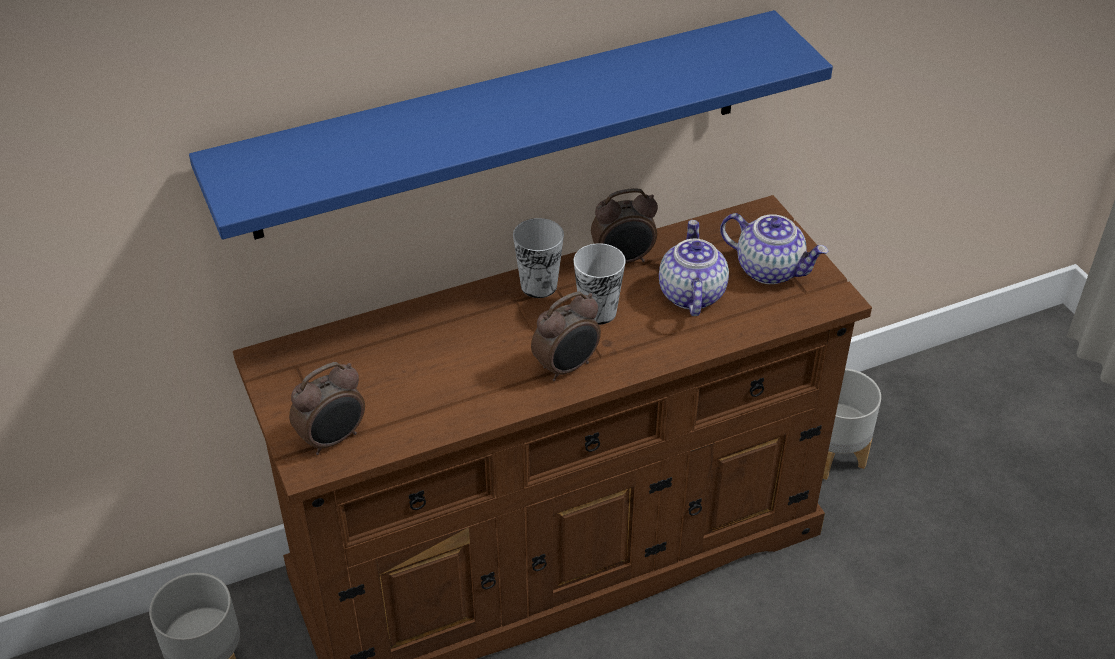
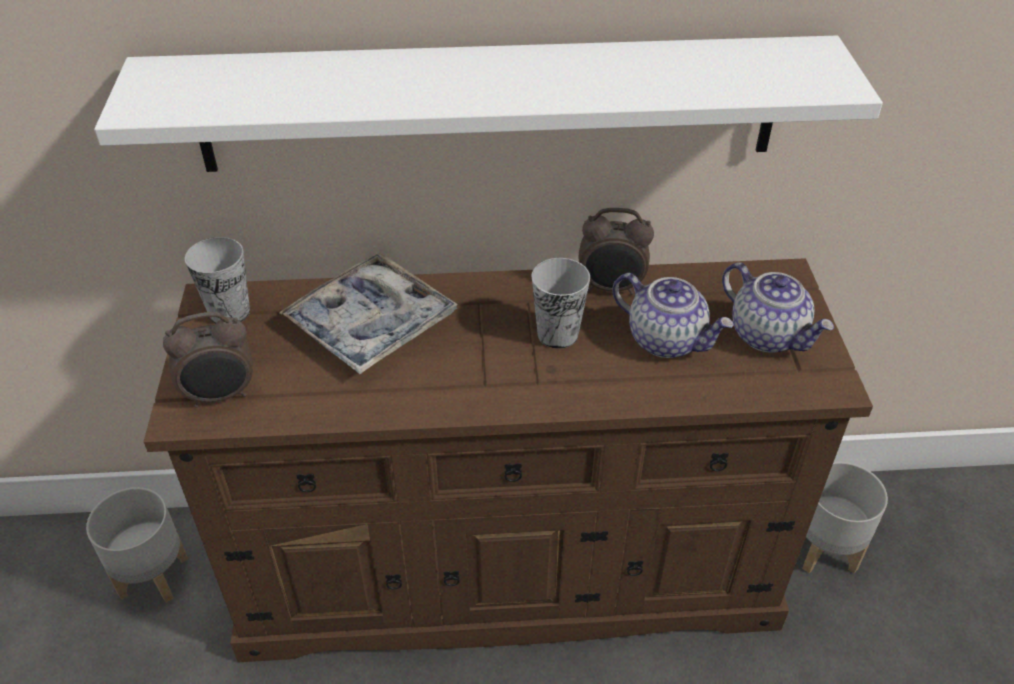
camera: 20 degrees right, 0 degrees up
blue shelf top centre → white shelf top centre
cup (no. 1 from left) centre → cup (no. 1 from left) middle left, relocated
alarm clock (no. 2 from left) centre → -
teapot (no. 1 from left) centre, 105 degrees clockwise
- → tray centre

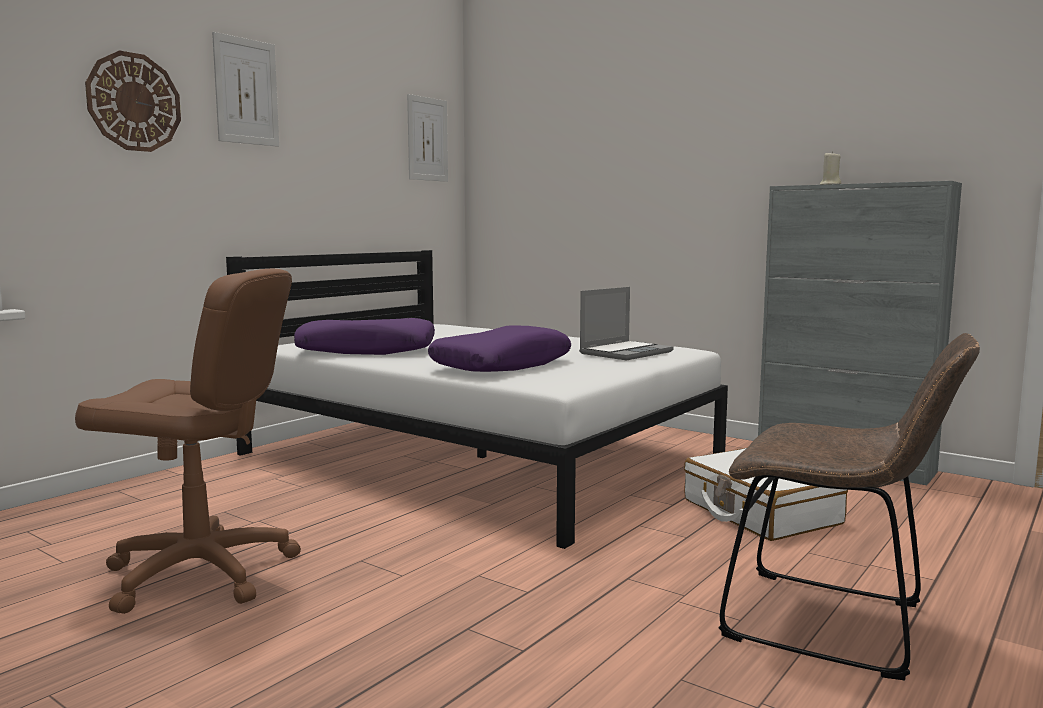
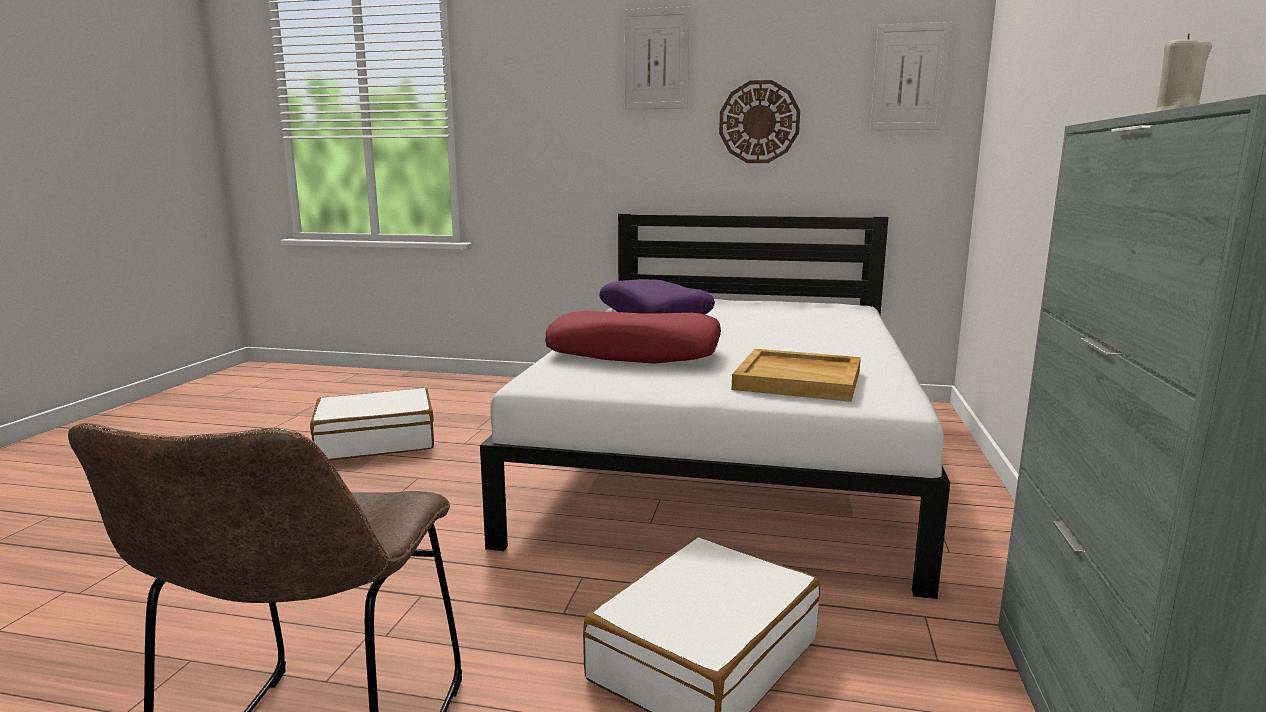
camera: 65 degrees right, 5 degrees up
brown office chair middle left → white suitcase (no. 1 from left) middle left
wall clock top left → wall clock top centre, relocated
purple pillow (no. 2 from left) centre → red pillow centre
laptop centre → beige tray centre

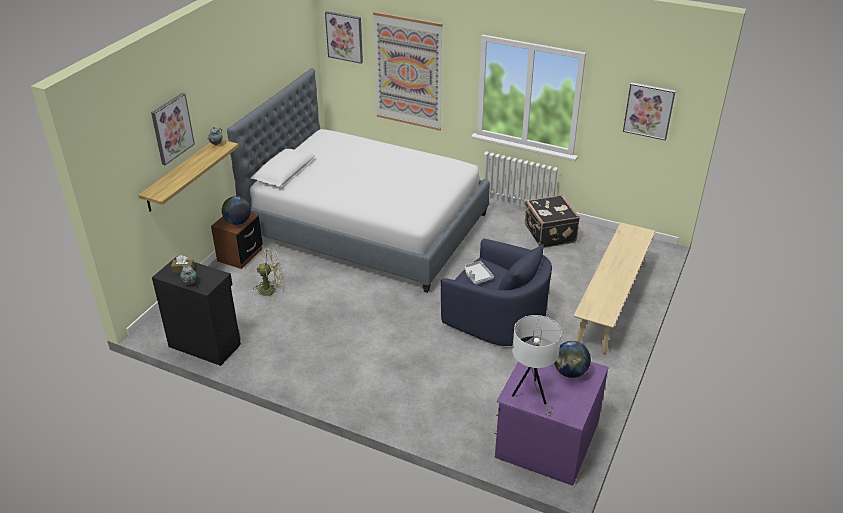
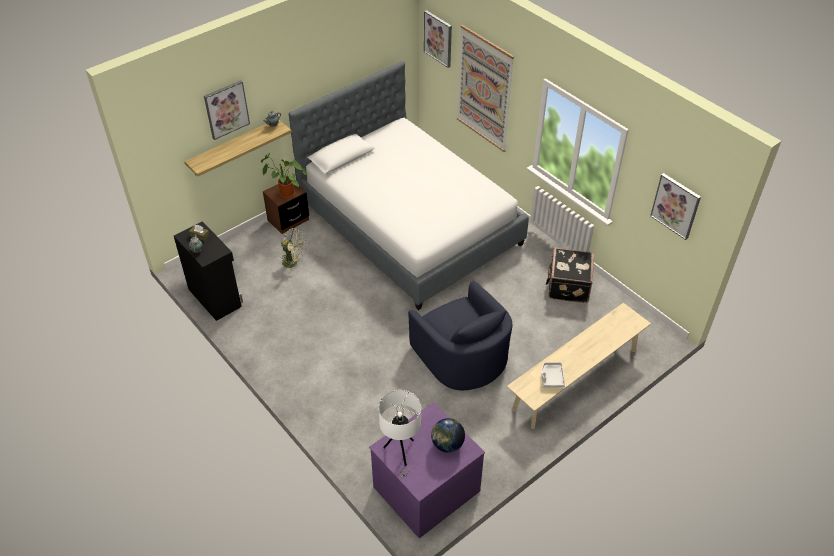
camera: 25 degrees right, 10 degrees up
globe (no. 1 from left) middle left → potted plant top centre
grey tray centre → grey tray bottom centre, relocated

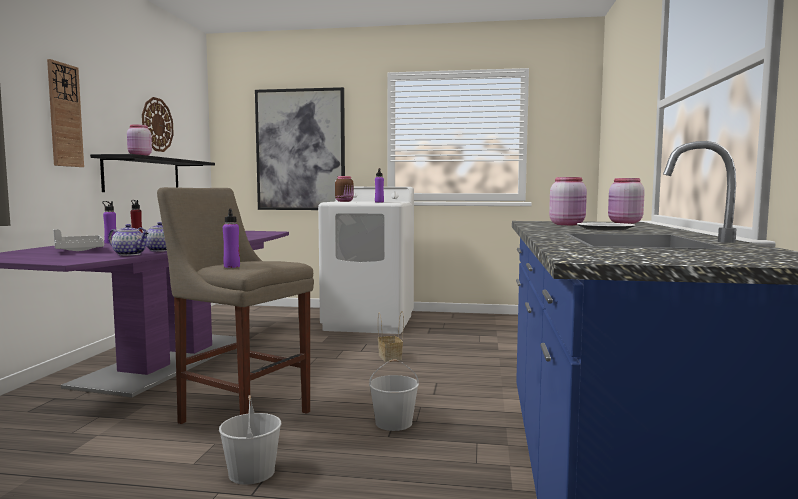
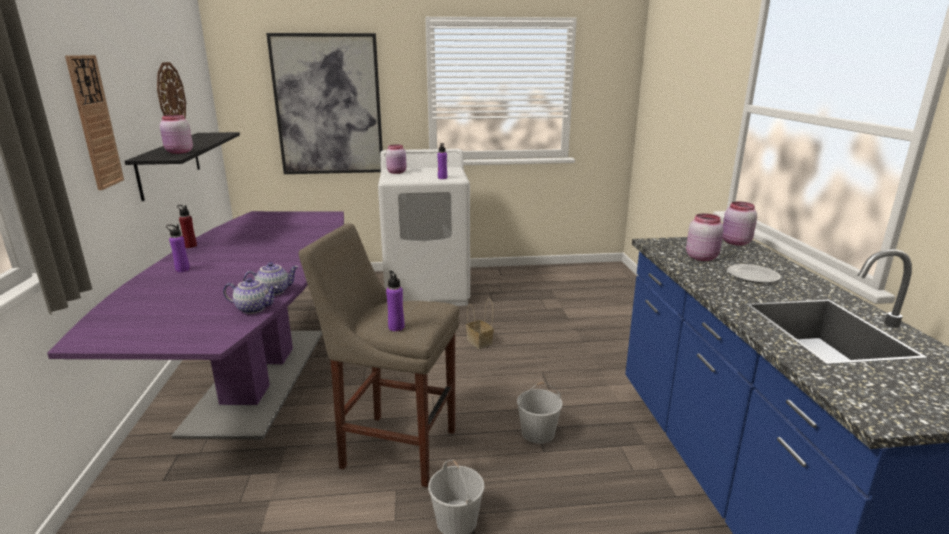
camera: 15 degrees left, 15 degrees up
grey tray middle left → -
brown jar centre → pink jar (no. 2 from left) top centre

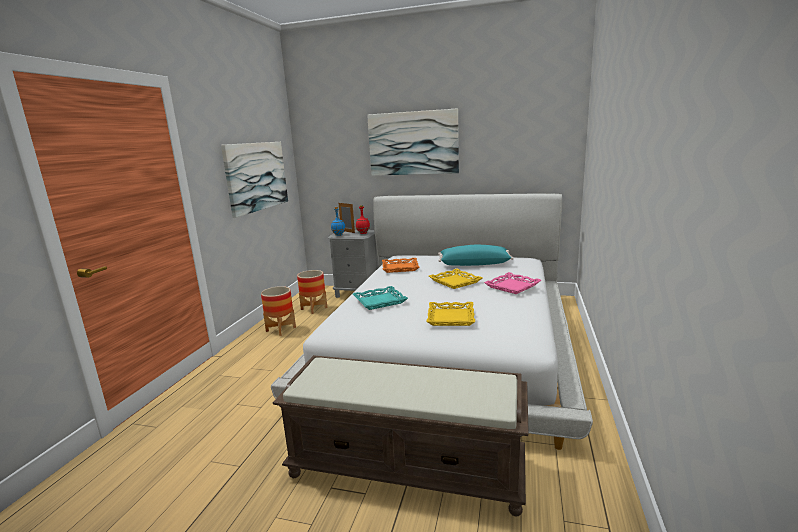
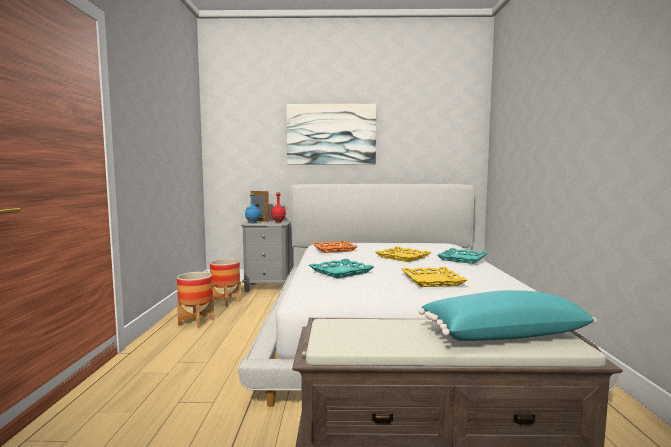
camera: 15 degrees left, 10 degrees down
picture (no. 1 from left) middle left → -
turquoise pillow centre → turquoise pillow bottom right, relocated
pink tray centre → turquoise tray (no. 2 from left) middle right

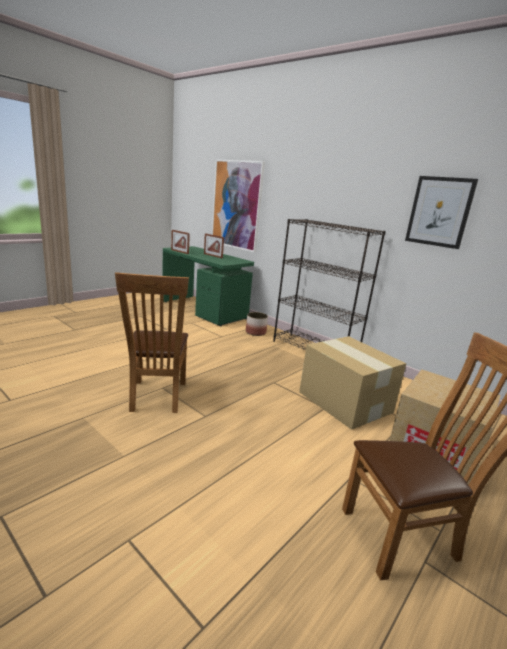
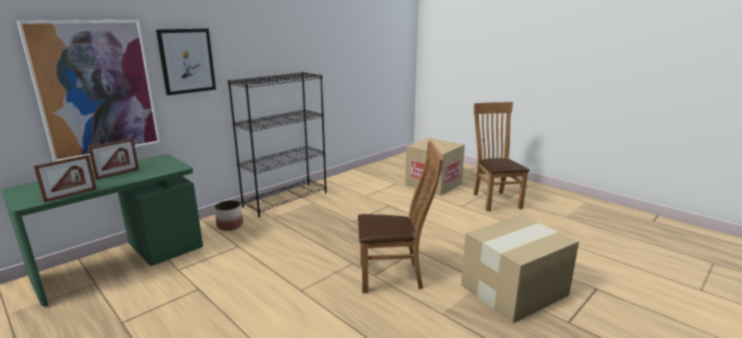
camera: 85 degrees left, 0 degrees up
cardboard box (no. 1 from left in the first image) middle right → cardboard box (no. 2 from left) bottom right, relocated
picture (no. 2 from left) top right → picture (no. 2 from left) top left, relocated

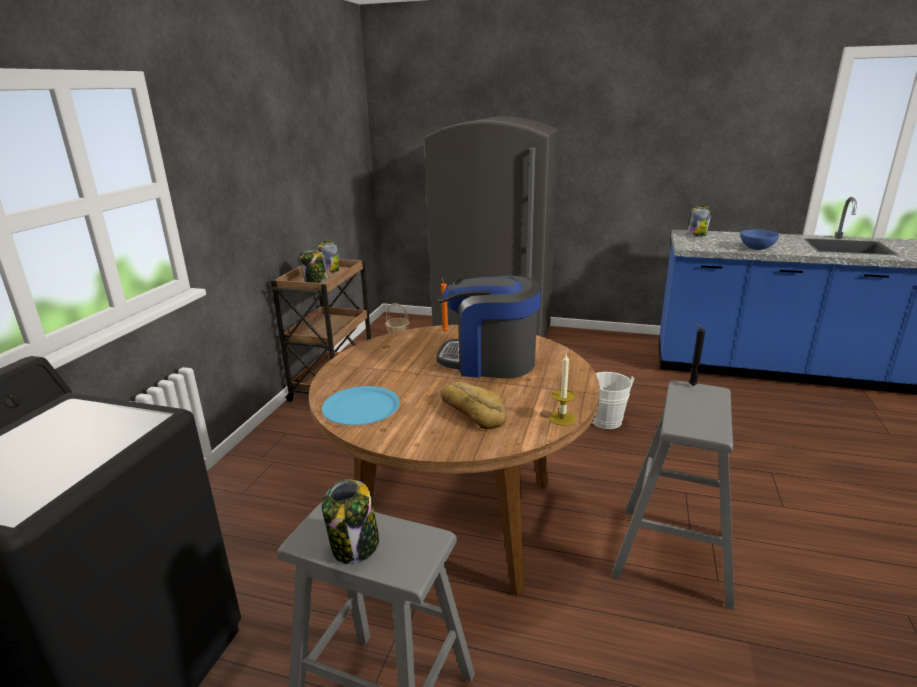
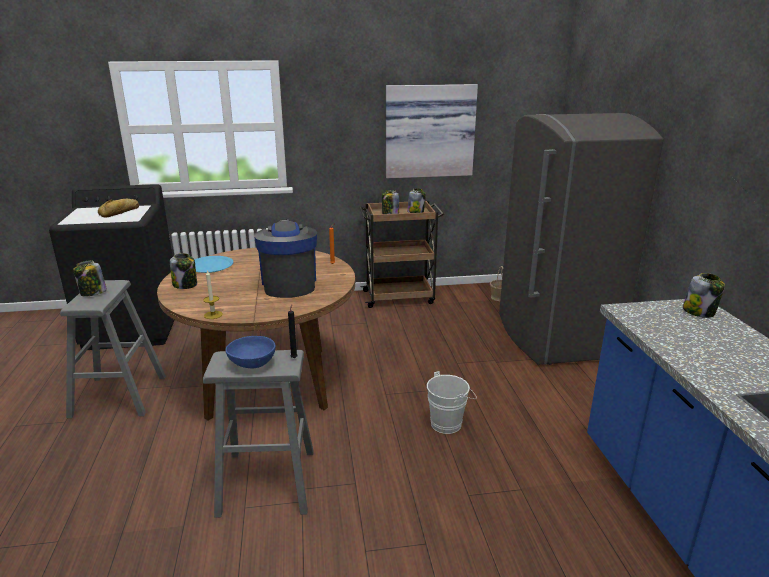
camera: 65 degrees right, 0 degrees up
bread centre → bread middle left, relocated
blue bowl middle right → blue bowl middle left, relocated
- → jar (no. 2 from left) middle left
- → picture top centre

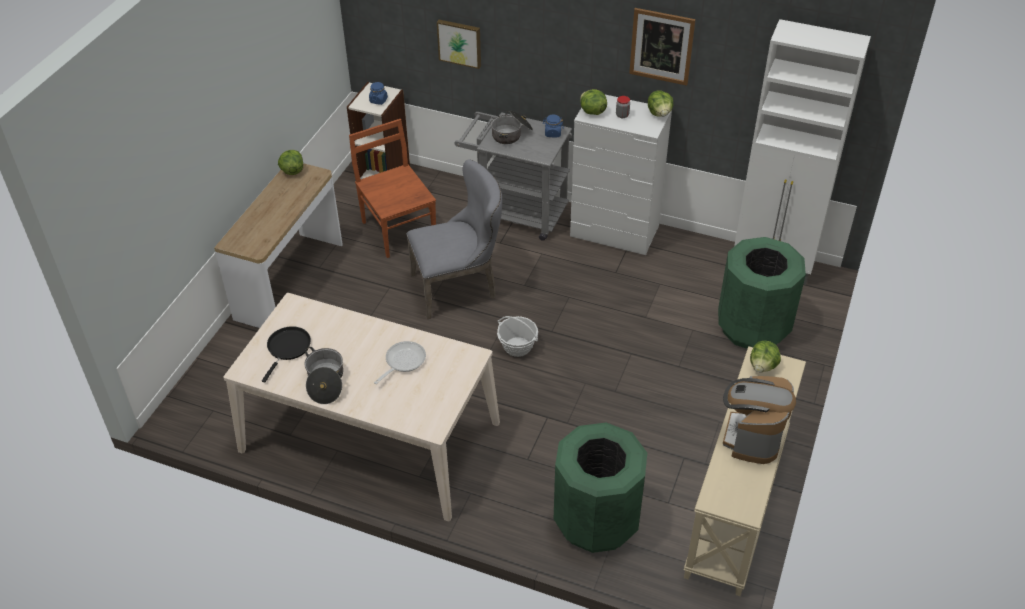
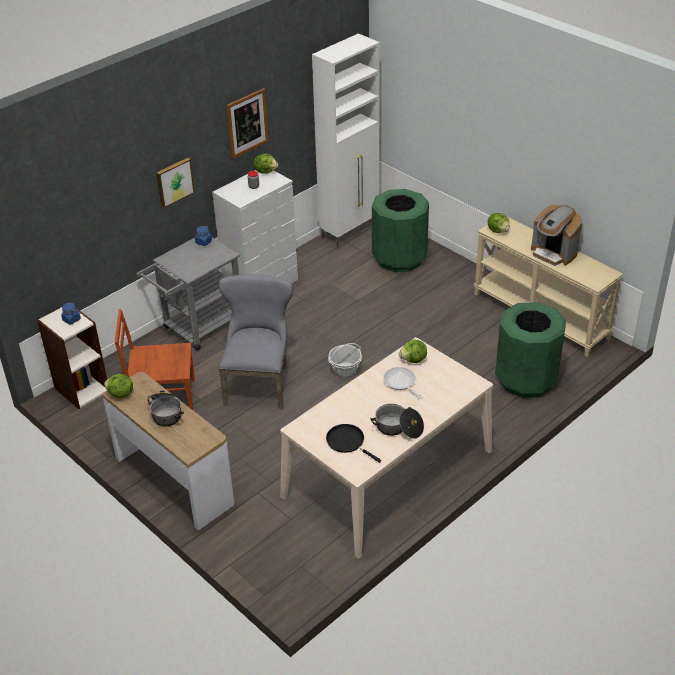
camera: 65 degrees left, 5 degrees down
picture (no. 1 from left) top centre → picture (no. 1 from left) top left, relocated
cooking pot (no. 2 from left in the first image) top centre → cooking pot (no. 1 from left) middle left, relocated
lettuce (no. 2 from left in the first image) top centre → lettuce (no. 3 from left) centre, relocated

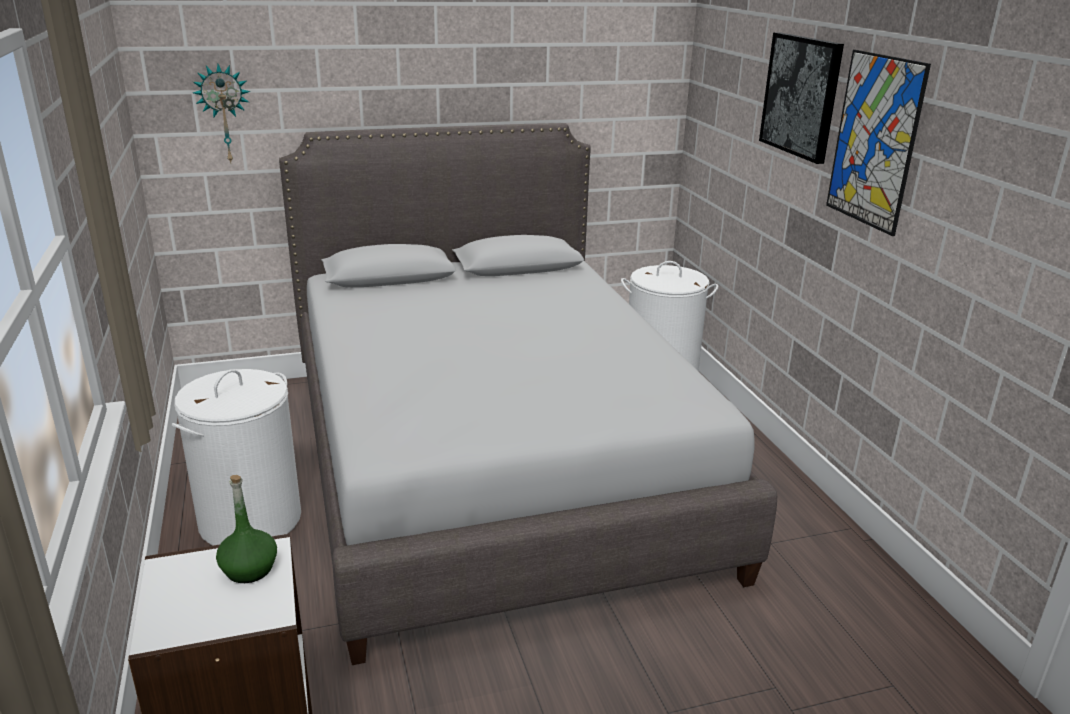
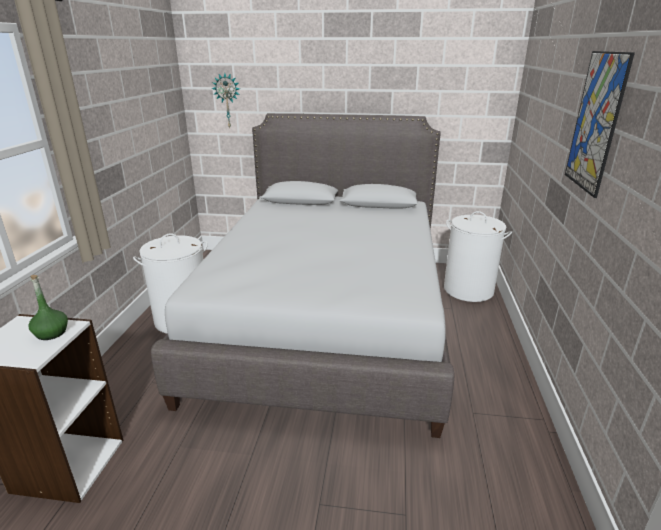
camera: 25 degrees right, 0 degrees up
picture (no. 1 from left) top right → -

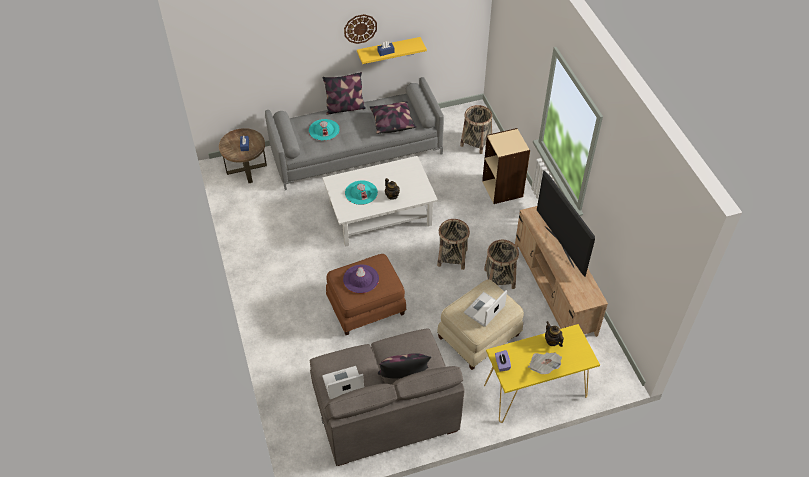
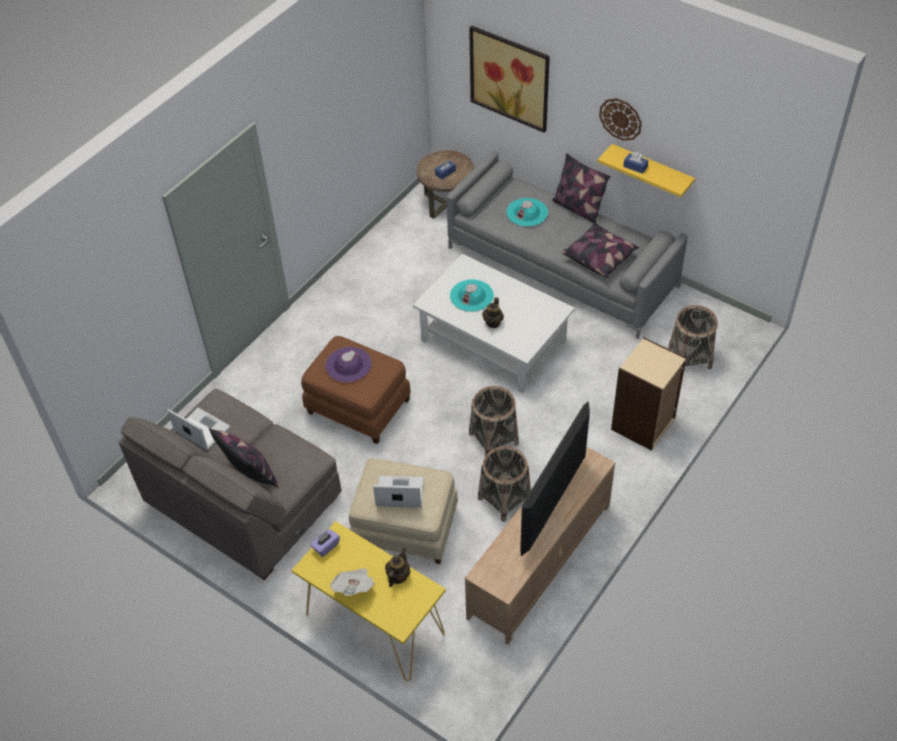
camera: 55 degrees right, 0 degrees up
- → picture top centre

